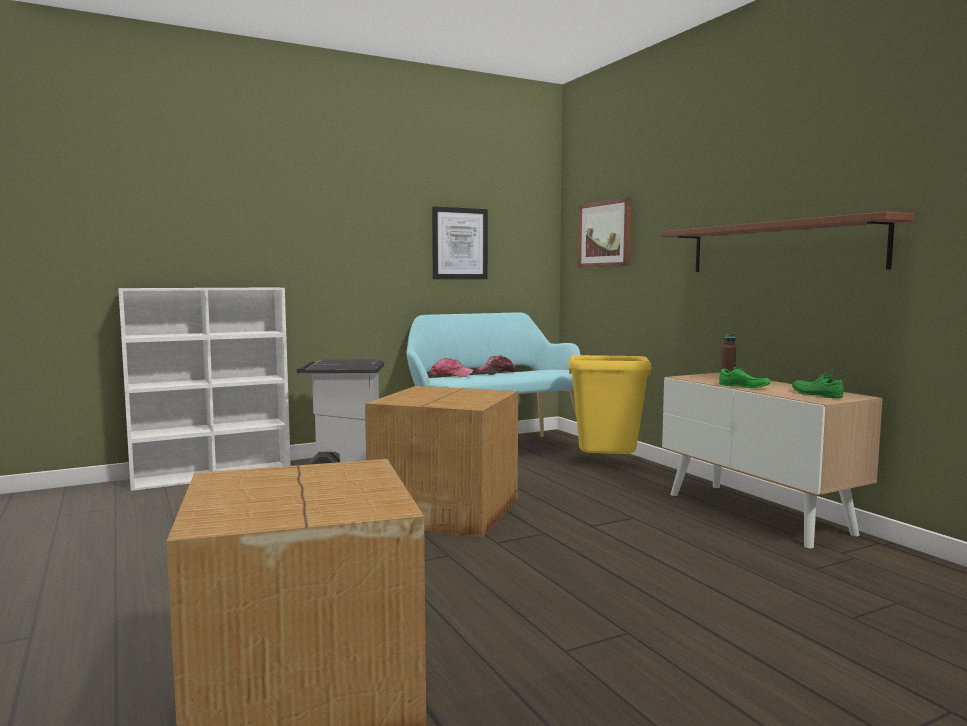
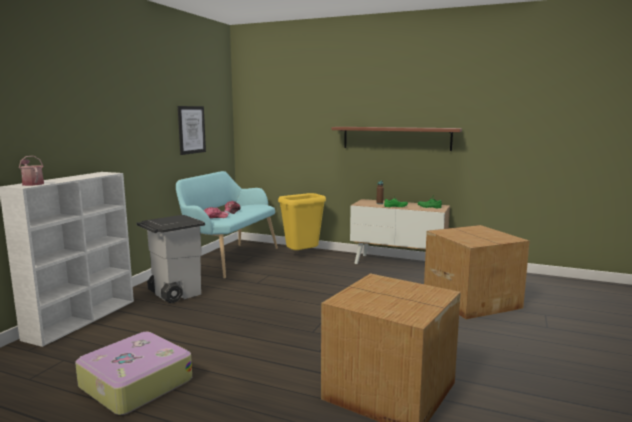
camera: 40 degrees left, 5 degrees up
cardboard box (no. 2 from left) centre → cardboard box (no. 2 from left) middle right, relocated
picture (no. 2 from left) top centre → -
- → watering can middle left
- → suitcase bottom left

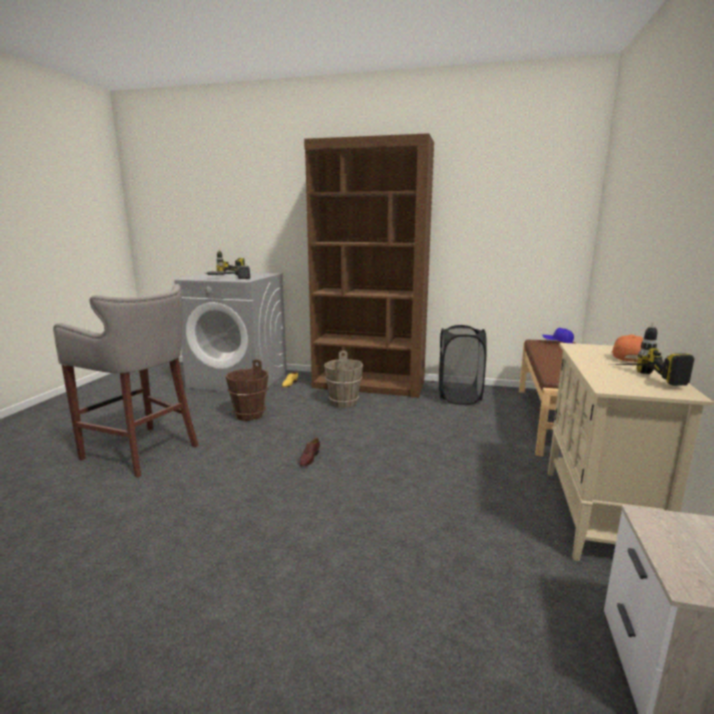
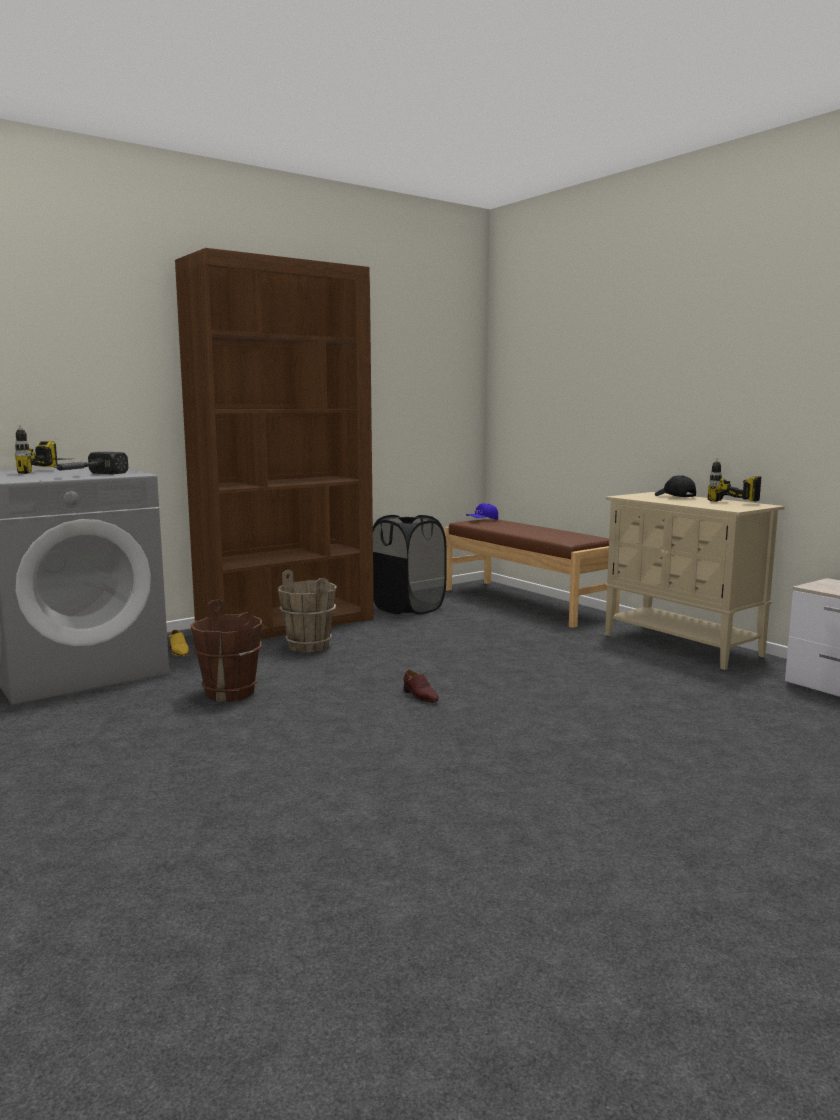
camera: 50 degrees left, 5 degrees down
grey stool middle left → -
orange cap middle right → black cap middle right

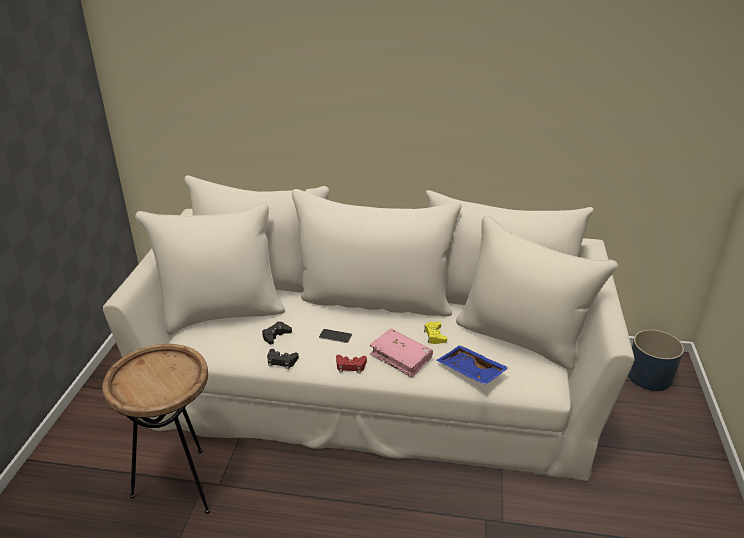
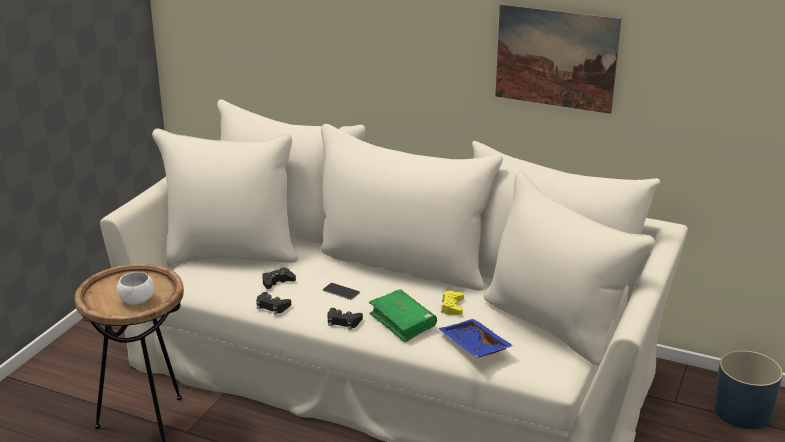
camera: 15 degrees right, 5 degrees down
red game controller bottom centre → black game controller (no. 3 from left) bottom centre
pink book centre → green book bottom centre
- → white bowl middle left
- → picture top right

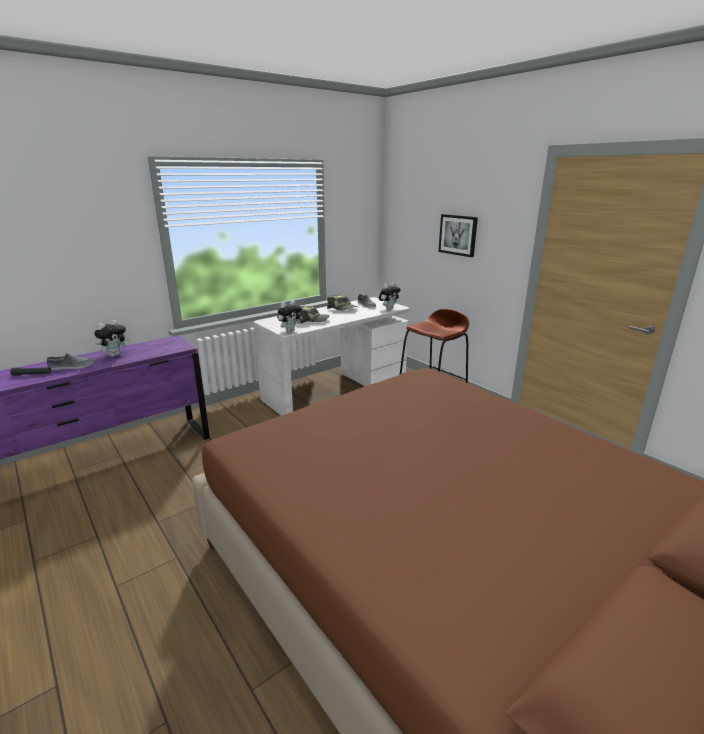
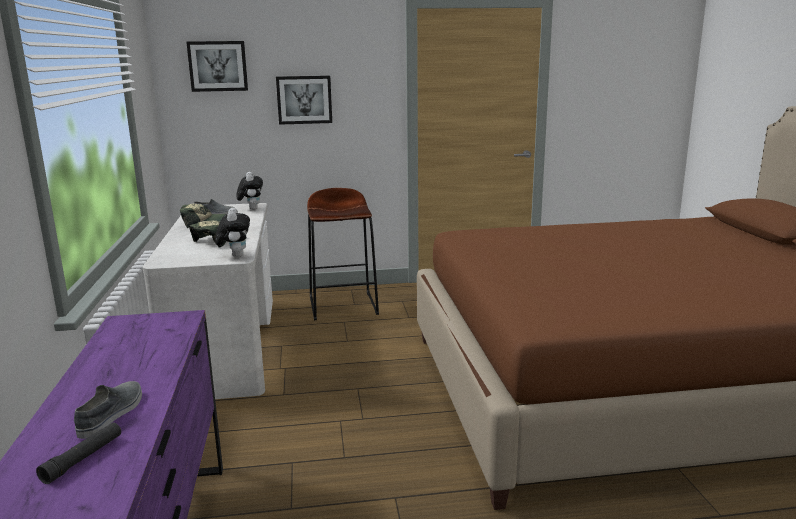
camera: 60 degrees left, 5 degrees down
plush toy (no. 1 from left) middle left → -
- → picture (no. 1 from left) top left

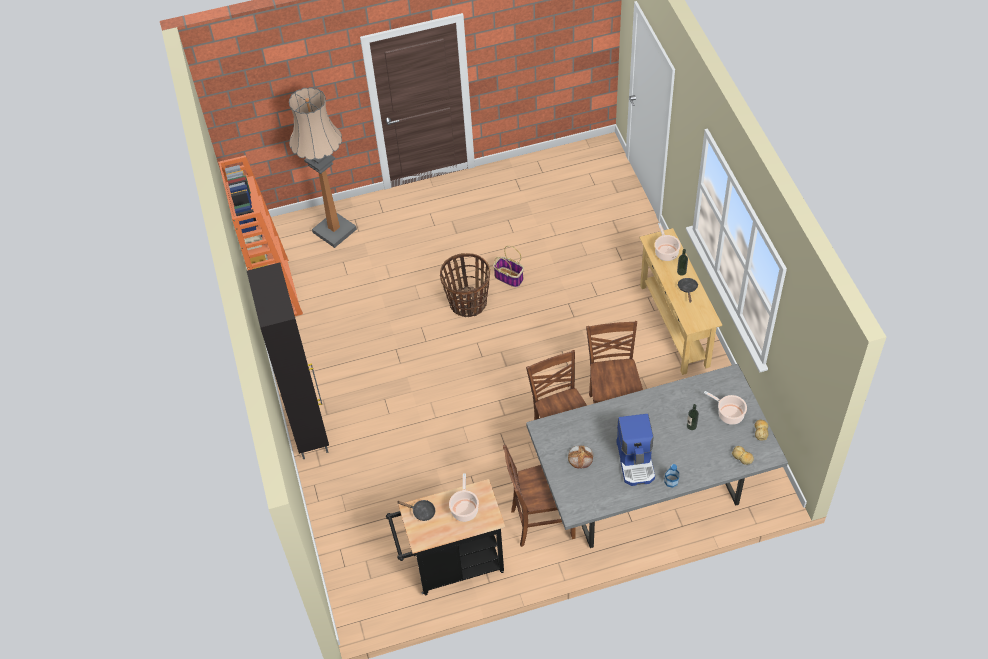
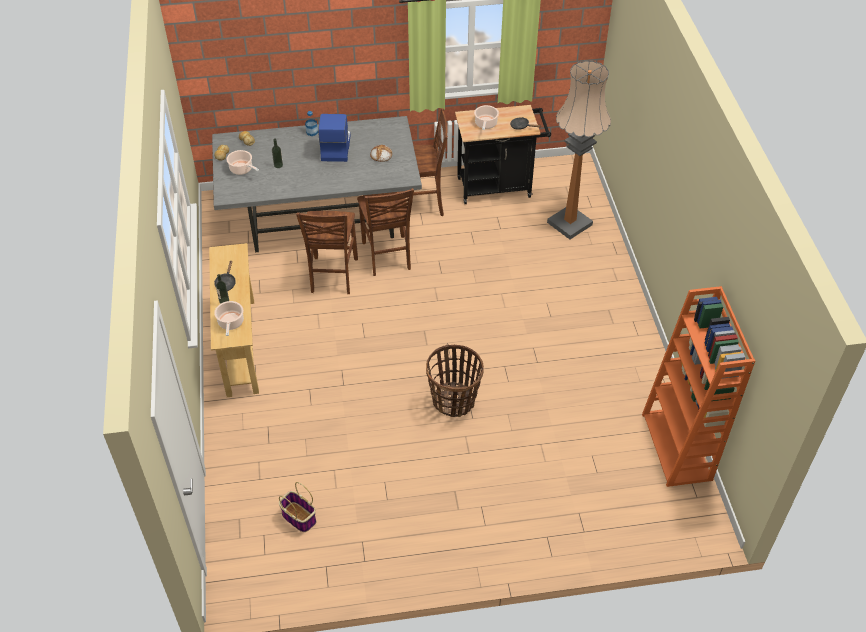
camera: 175 degrees left, 5 degrees down
black cabinet middle left → -
floor lamp top left → floor lamp top right, relocated
basket (no. 2 from left in the first image) centre → basket (no. 1 from left) bottom centre, relocated

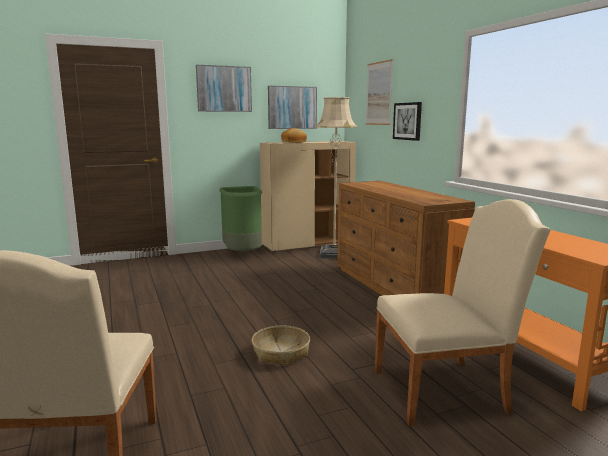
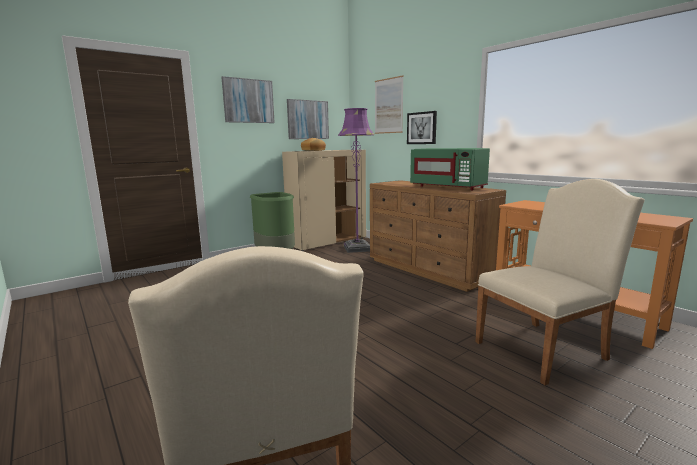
camera: 15 degrees left, 0 degrees up
basket bottom centre → -
beige floor lamp centre → purple floor lamp centre
- → green microwave centre

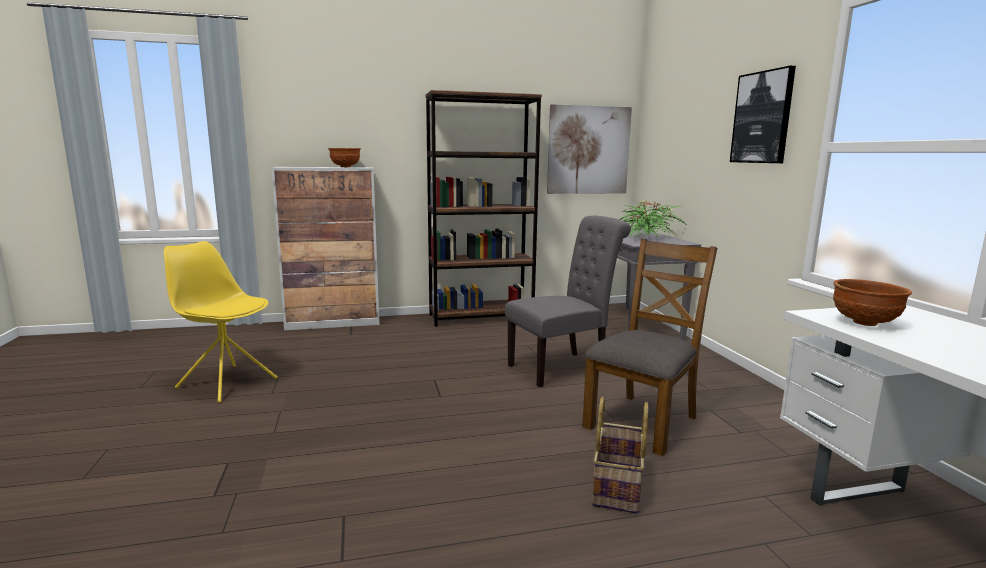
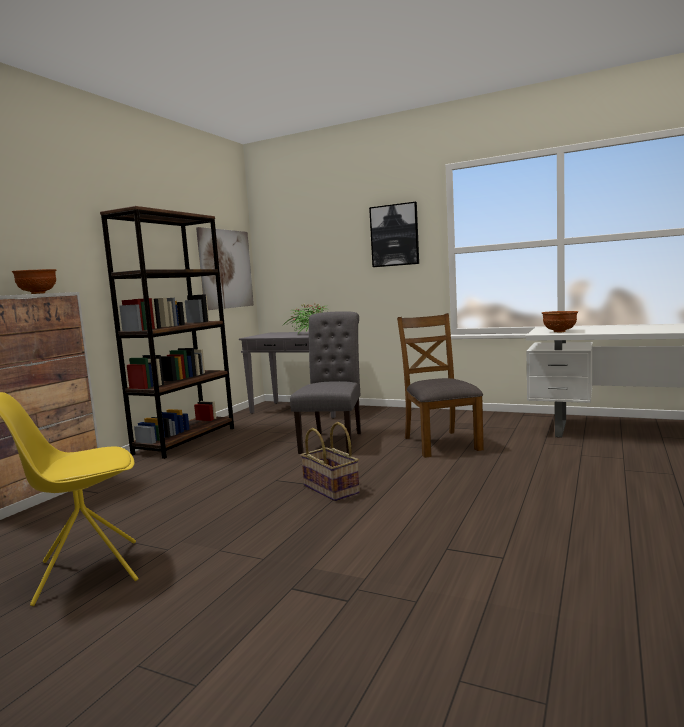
camera: 50 degrees left, 5 degrees down
basket bottom centre → basket centre, relocated

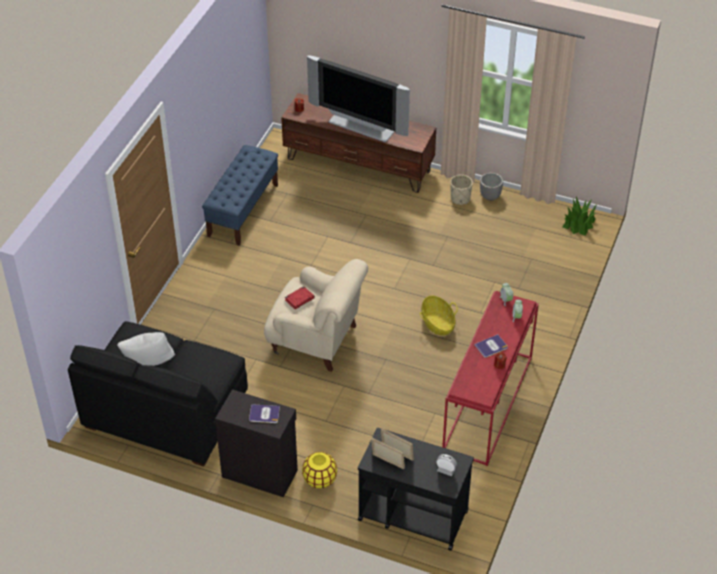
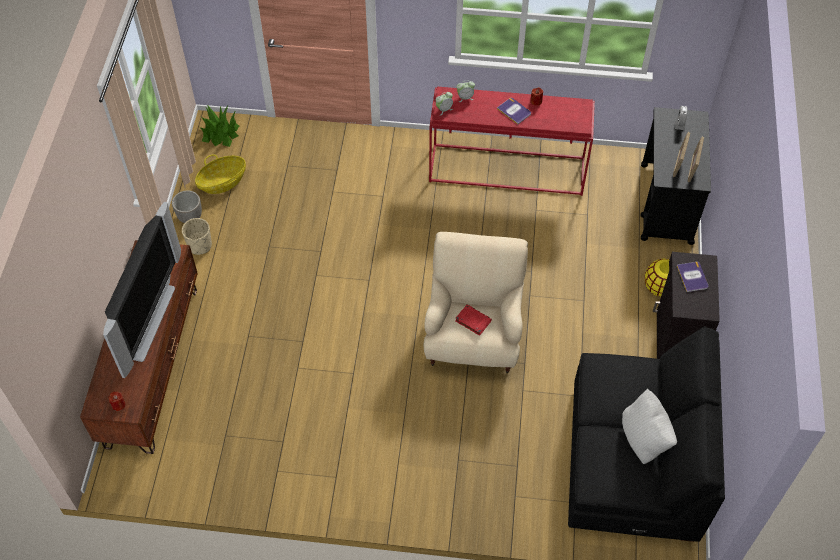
camera: 105 degrees left, 10 degrees up
blue bench centre → -
basket centre → basket top left, relocated

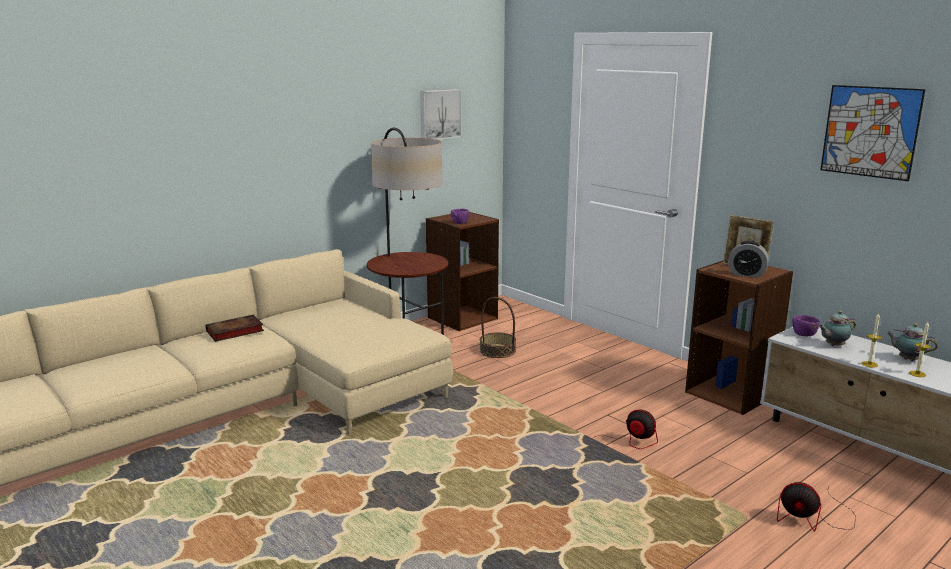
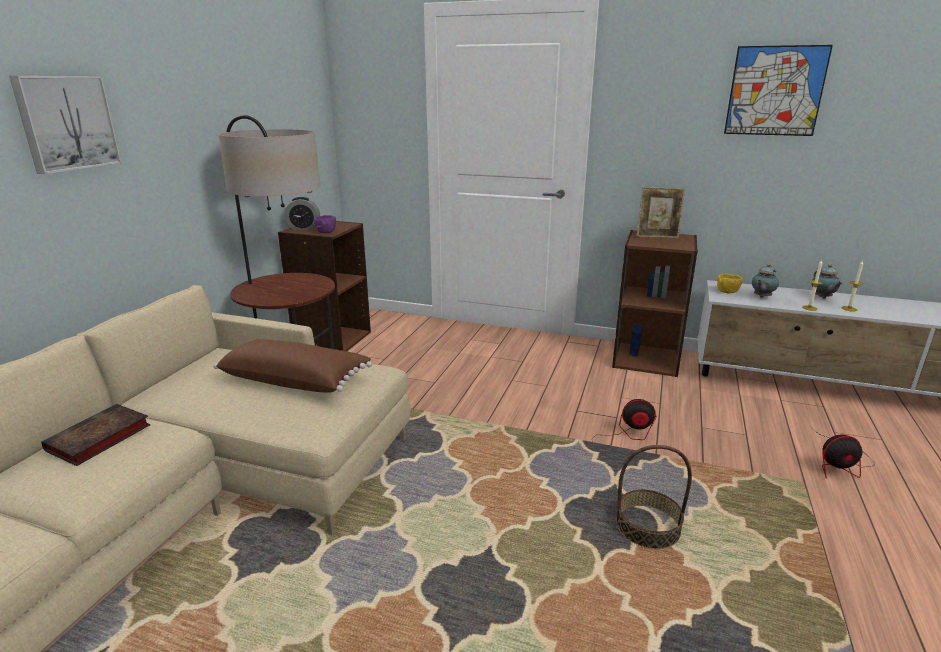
camera: 30 degrees left, 5 degrees up
picture (no. 1 from left) top centre → picture (no. 1 from left) top left, relocated
basket centre → basket bottom right, relocated
alarm clock middle right → alarm clock top left, relocated
purple bowl (no. 2 from left) middle right → yellow bowl middle right
teapot (no. 2 from left) middle right, 105 degrees counterclockwise
- → brown pillow middle left

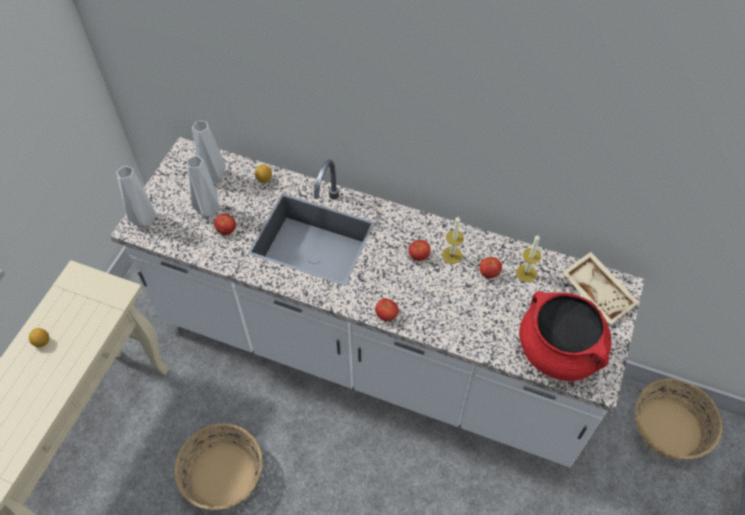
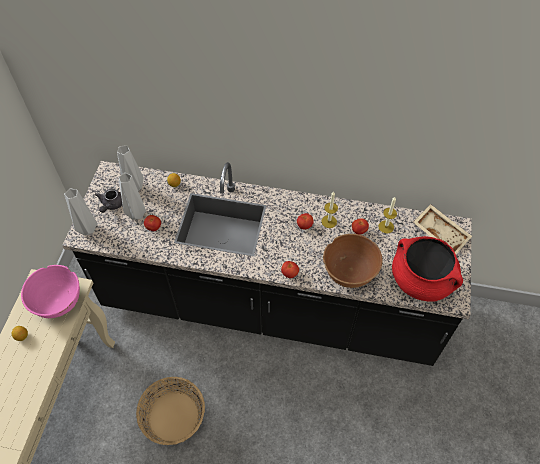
camera: 10 degrees left, 0 degrees up
white counter centre → black counter centre
basket (no. 2 from left) bottom right → -
- → pink bowl middle left
- → grey teapot middle left
- → brown bowl centre

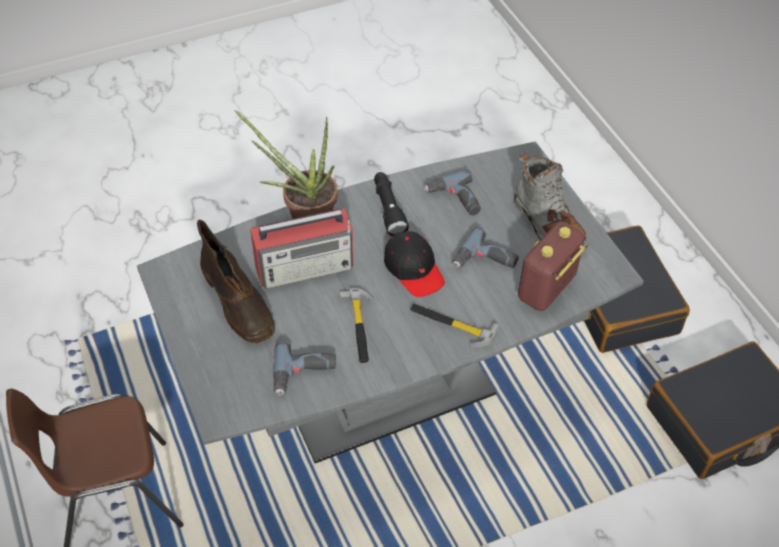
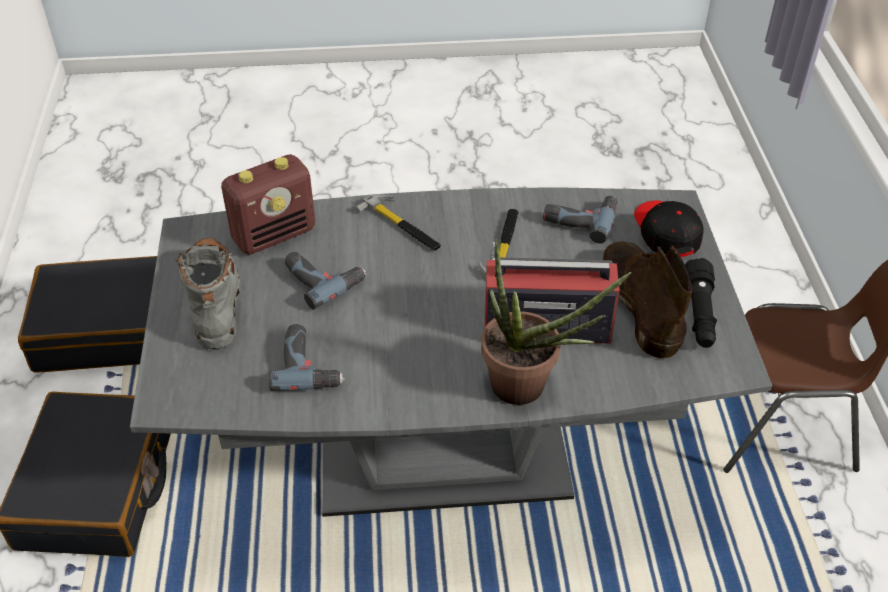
camera: 160 degrees left, 5 degrees down
black flashlight centre → black flashlight middle right, relocated
black cap centre → black cap middle right, relocated

